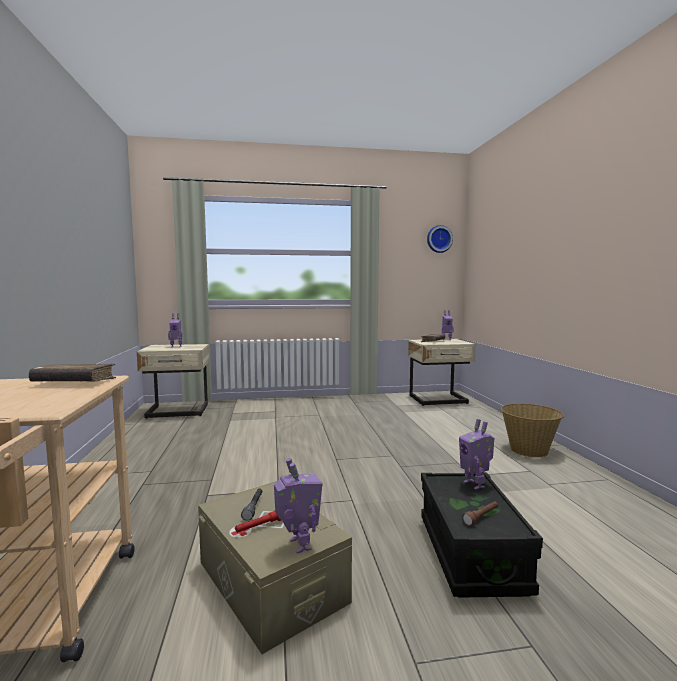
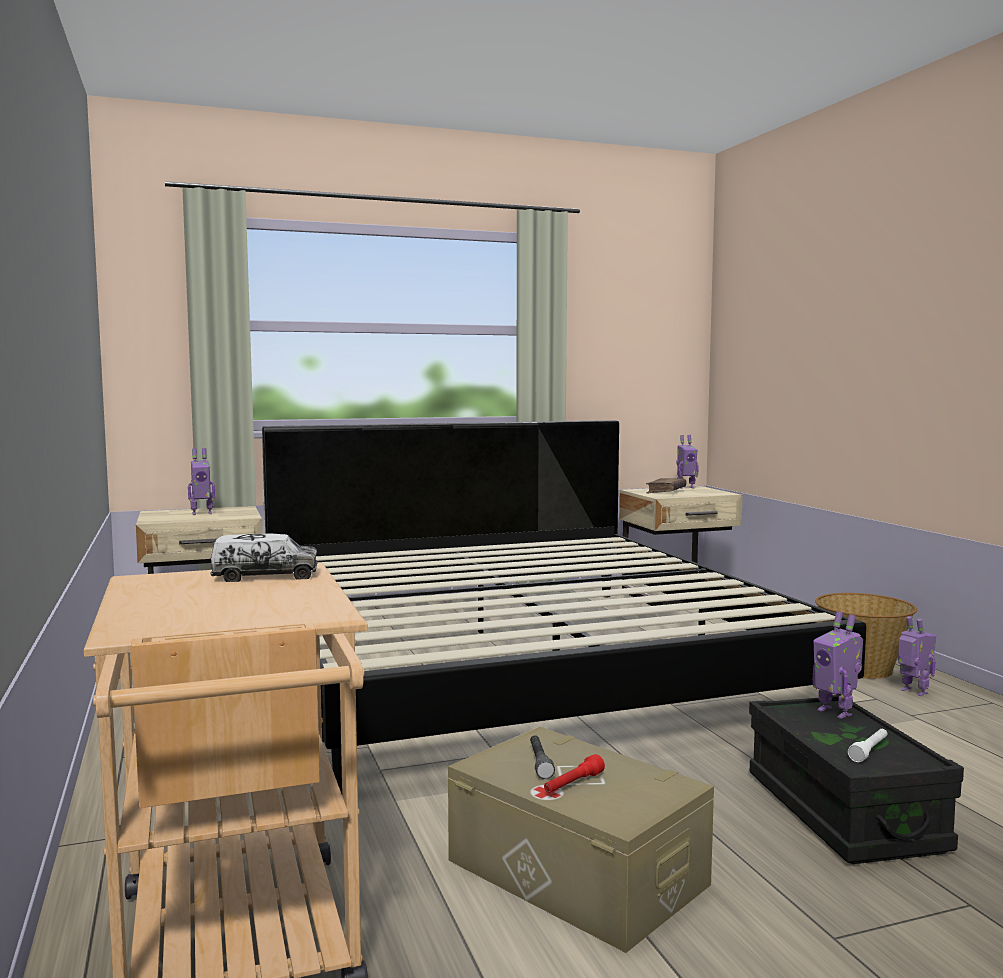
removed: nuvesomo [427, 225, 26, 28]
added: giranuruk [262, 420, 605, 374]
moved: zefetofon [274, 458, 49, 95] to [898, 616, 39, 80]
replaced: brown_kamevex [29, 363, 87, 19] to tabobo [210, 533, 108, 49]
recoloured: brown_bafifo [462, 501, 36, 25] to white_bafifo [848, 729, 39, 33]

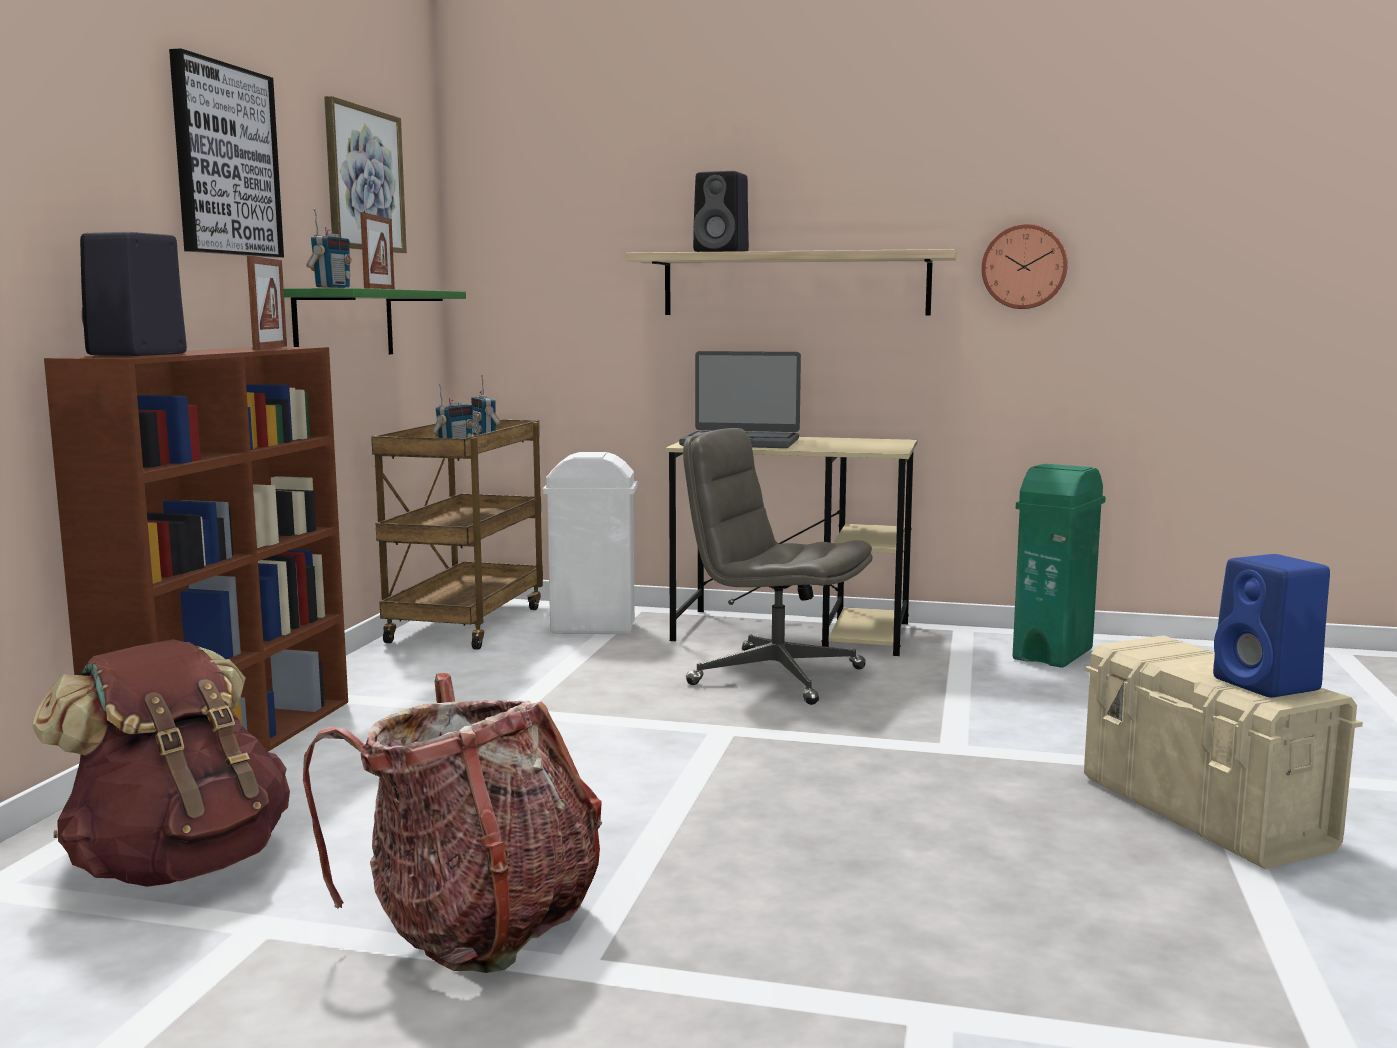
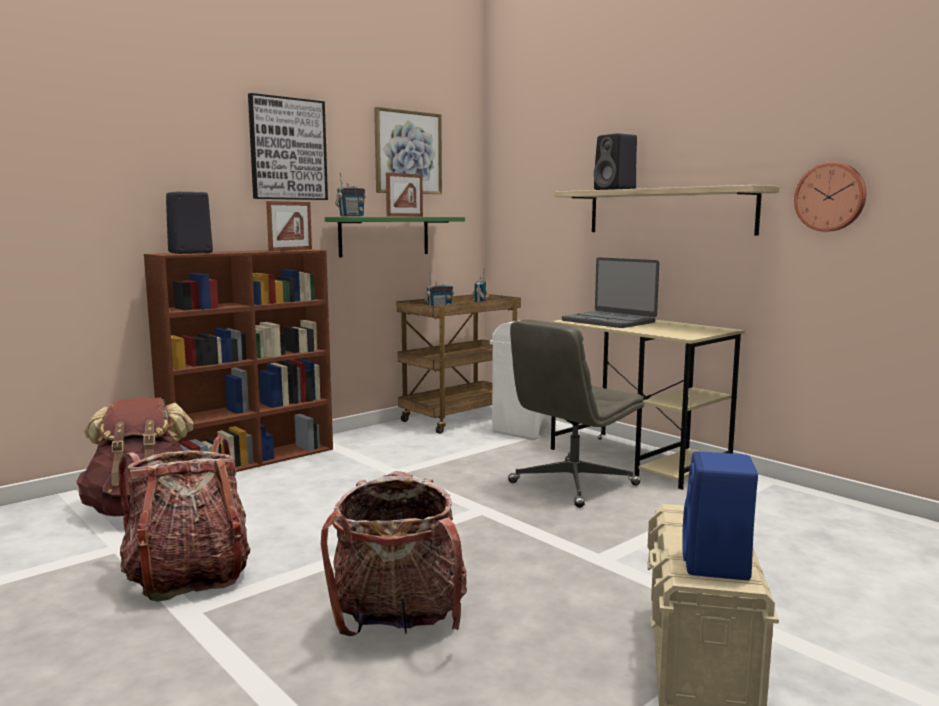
removed: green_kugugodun [1013, 464, 93, 204]
added: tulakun [321, 471, 146, 165]
turned: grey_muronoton [683, 428, 190, 277] = [508, 319, 136, 189] 105 degrees counterclockwise

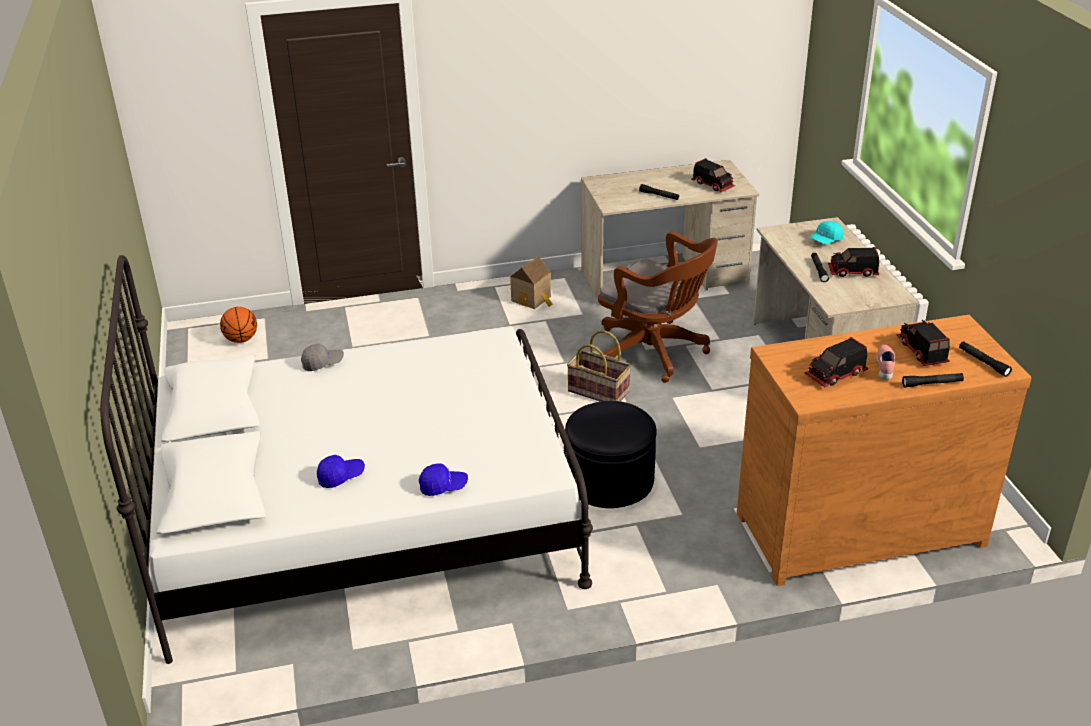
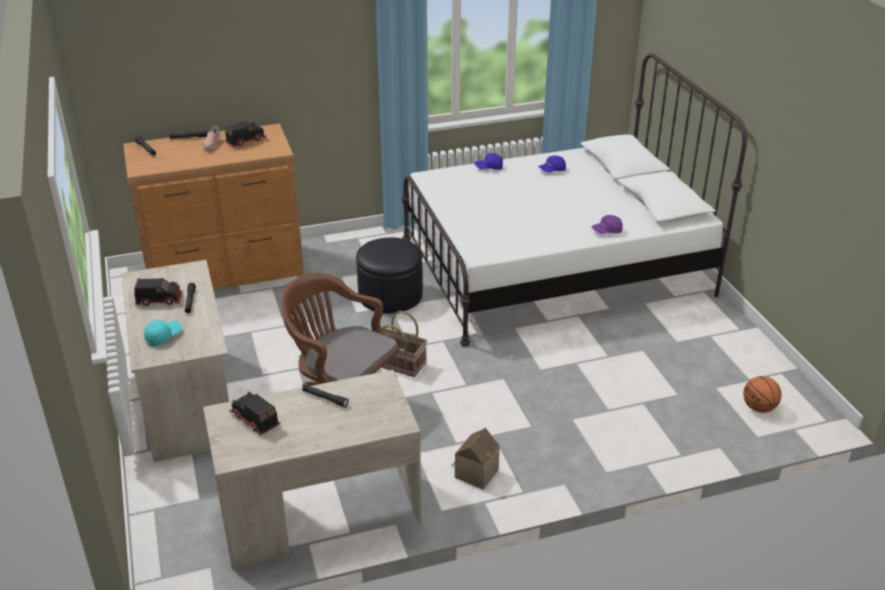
removed: tabobo [896, 320, 54, 46]
recoloured: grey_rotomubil [301, 343, 43, 28] to purple_rotomubil [591, 215, 32, 19]

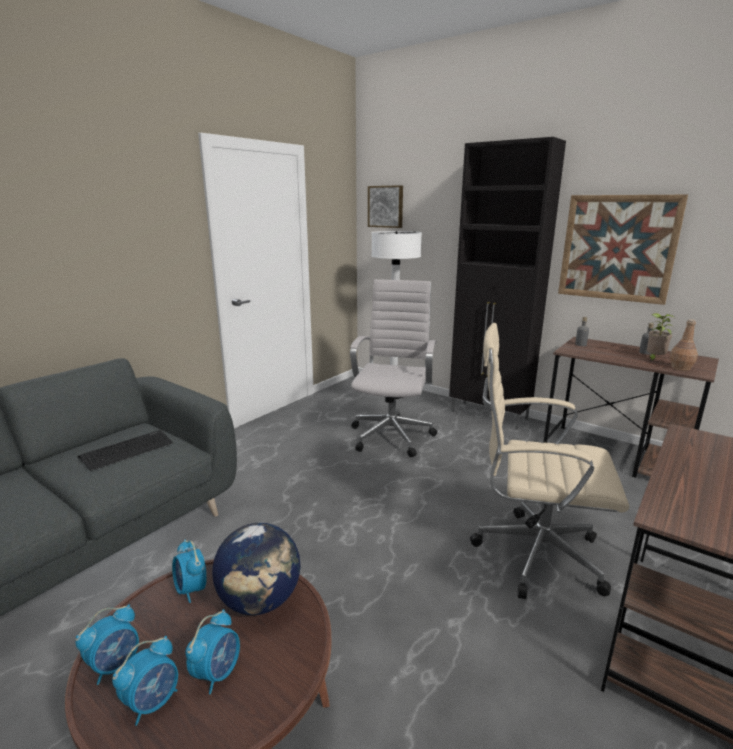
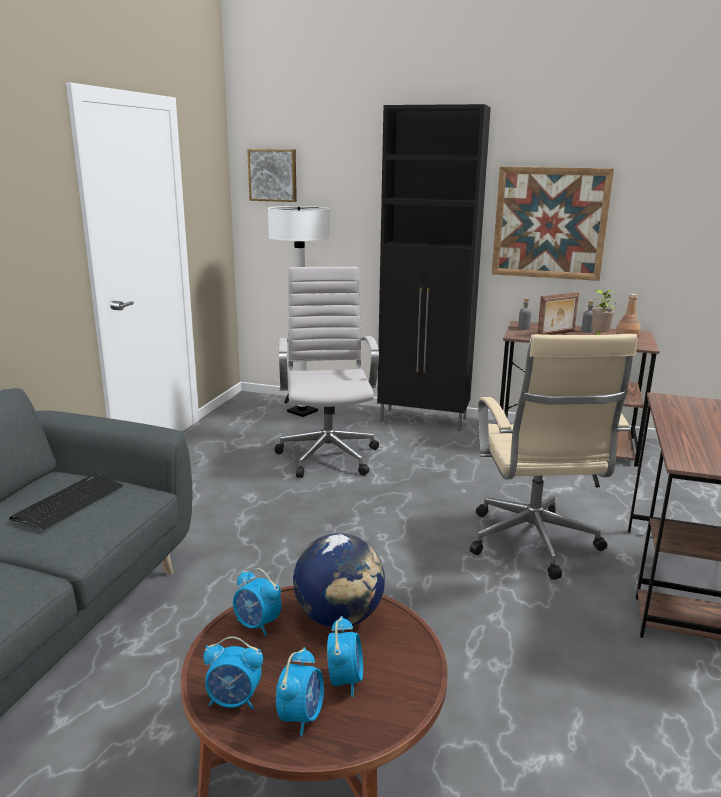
added: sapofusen [537, 292, 42, 43]
turned: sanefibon [76, 604, 63, 81] = [203, 636, 60, 74] 75 degrees clockwise; beige_muronoton [470, 323, 159, 276] = [470, 334, 167, 246] 90 degrees counterclockwise

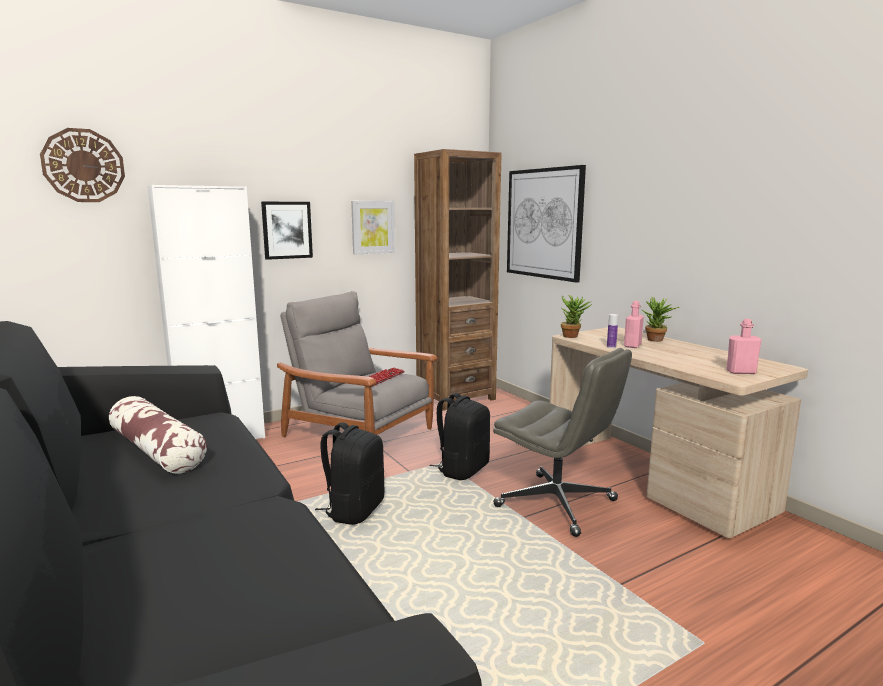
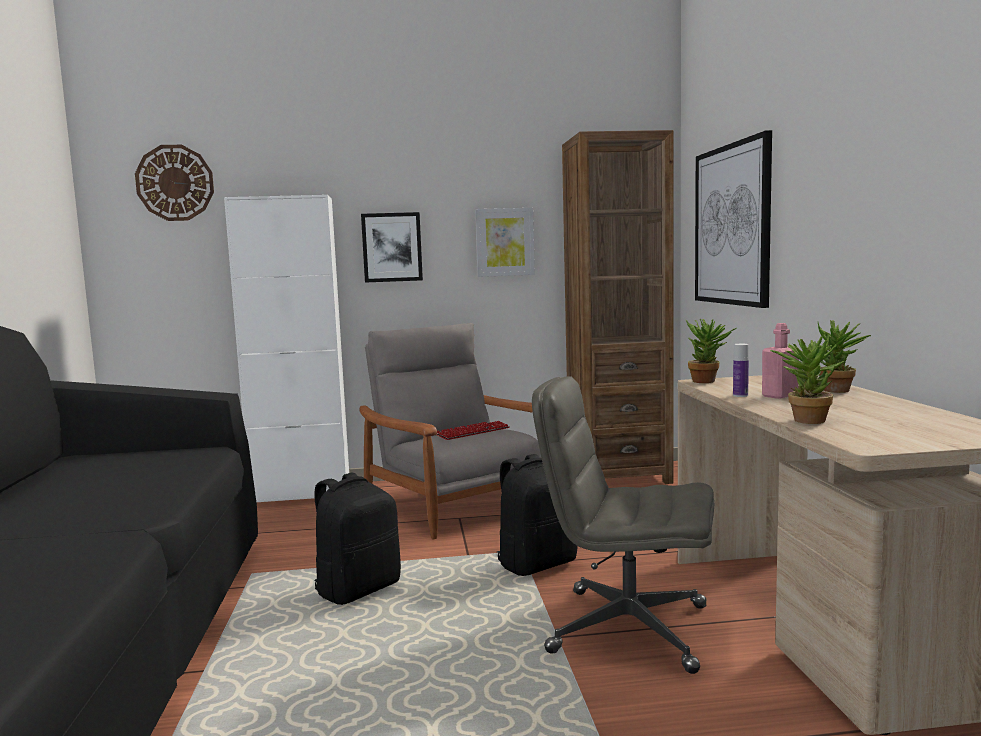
removed: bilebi [109, 396, 98, 78]; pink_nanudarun [726, 319, 36, 55]
added: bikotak [770, 333, 74, 91]
turned: grey_muronoton [493, 348, 139, 189] = [532, 376, 182, 298] 135 degrees clockwise

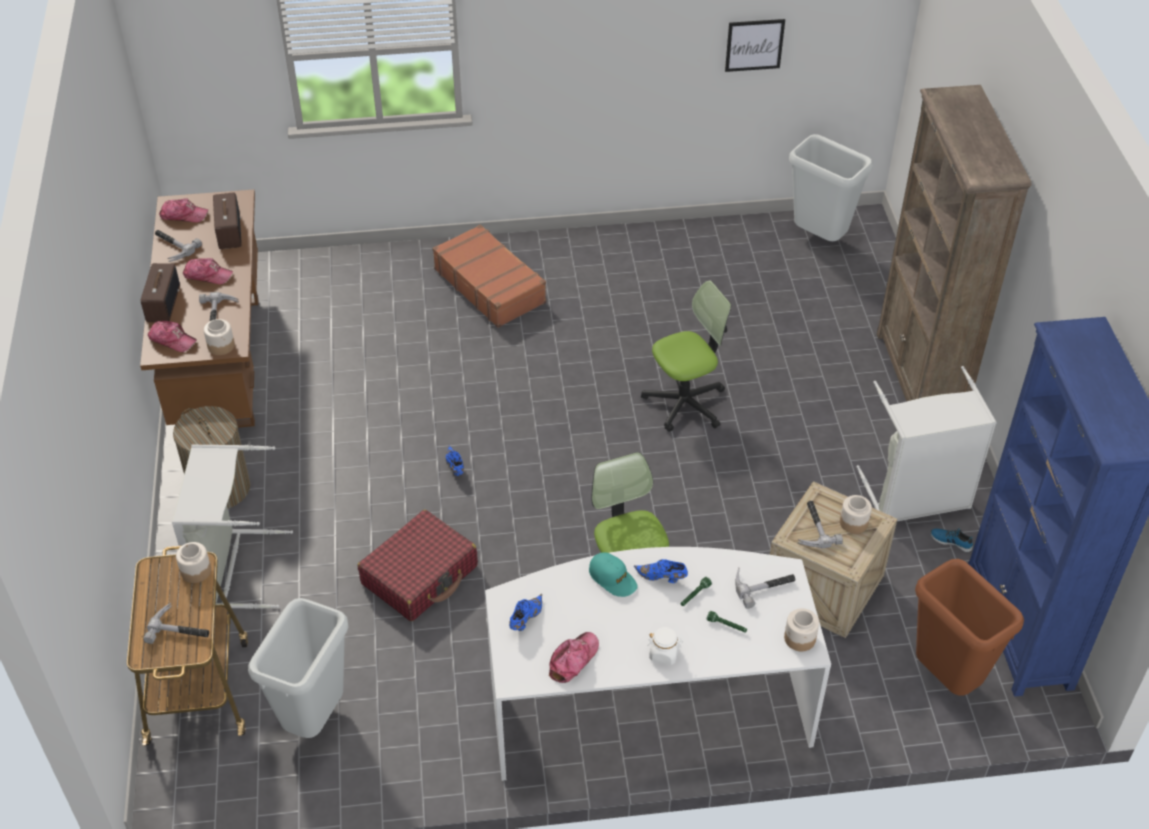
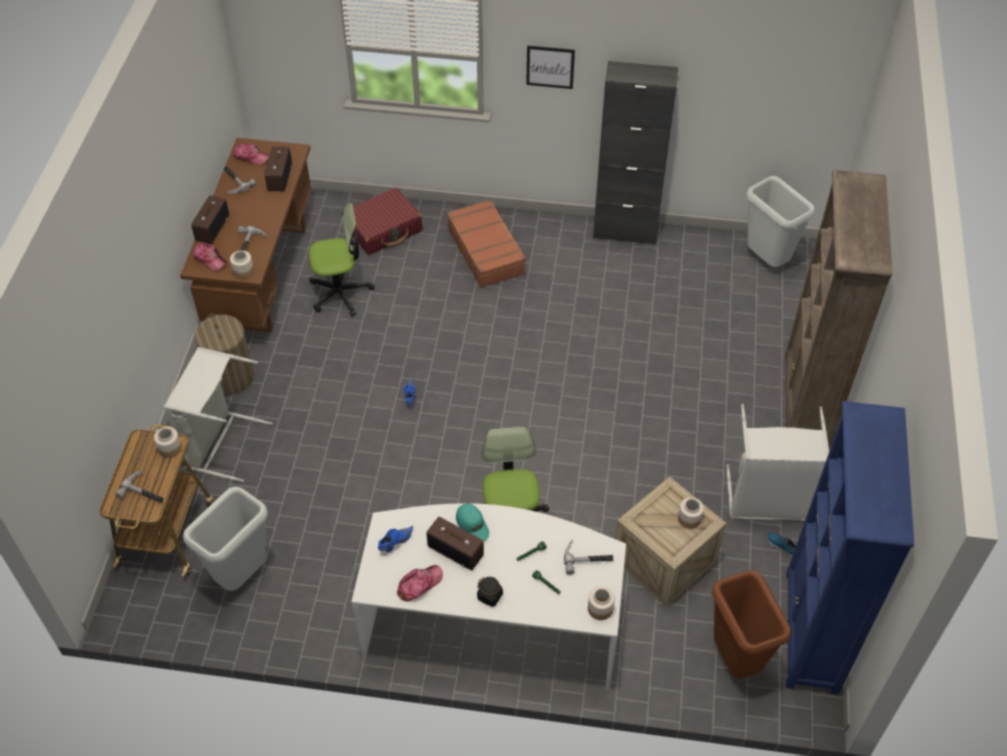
removed: rotomubil [183, 258, 50, 26]; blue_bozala [634, 559, 54, 24]; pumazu [798, 501, 45, 47]
added: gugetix [427, 517, 57, 53]; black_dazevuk [593, 61, 85, 184]
moved: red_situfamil [358, 510, 120, 111] to [342, 188, 80, 67]; muronoton [641, 280, 90, 152] to [309, 203, 66, 114]; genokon [725, 19, 60, 53] to [526, 46, 49, 43]
recoloured: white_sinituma [647, 627, 36, 38] to black_sinituma [477, 577, 26, 30]

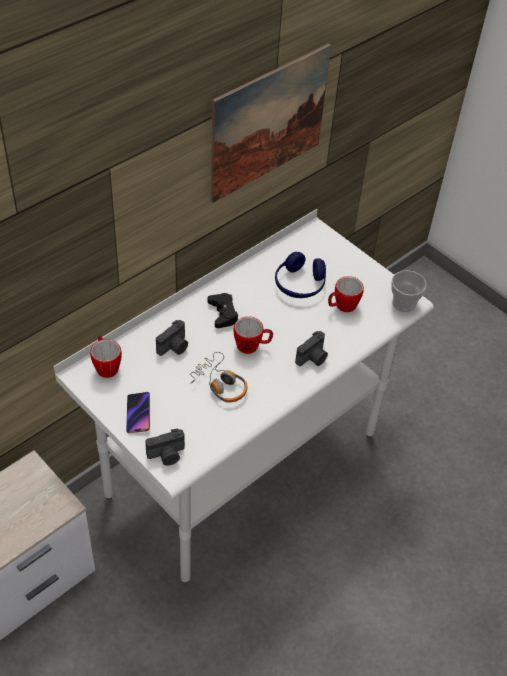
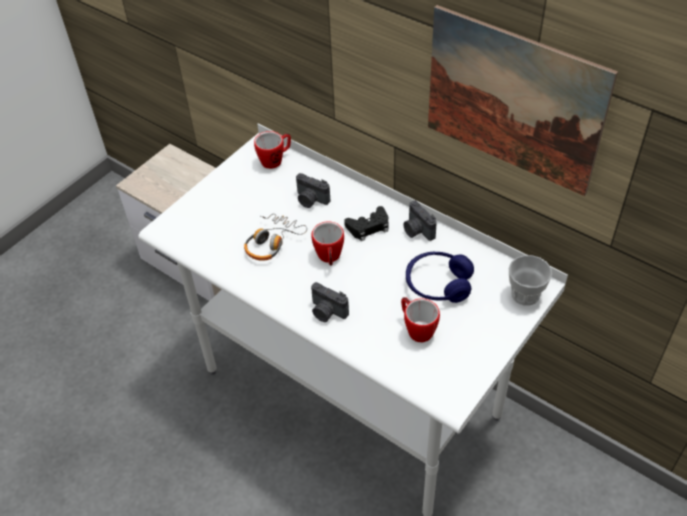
removed: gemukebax [126, 392, 24, 41]
moved: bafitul [145, 428, 40, 37] to [403, 200, 34, 41]; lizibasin [391, 270, 36, 42] to [509, 255, 43, 51]

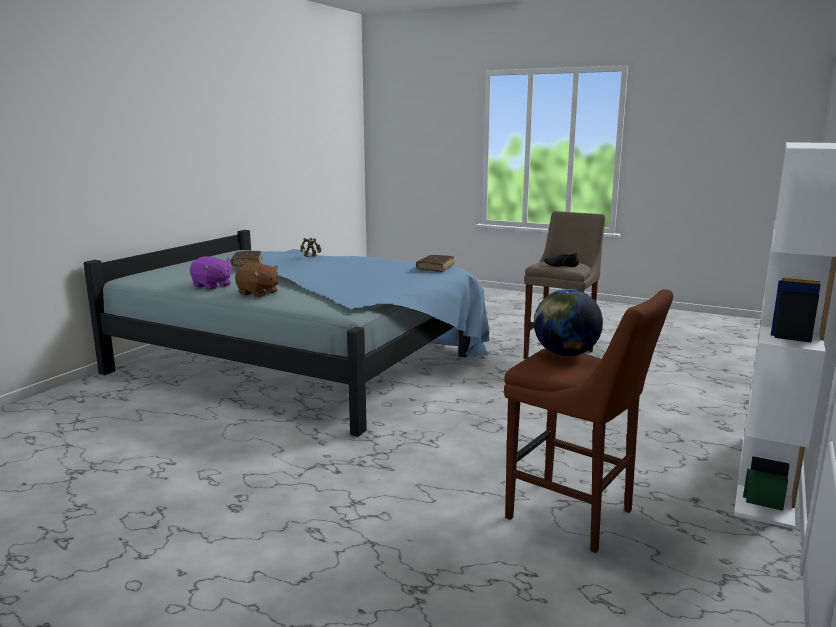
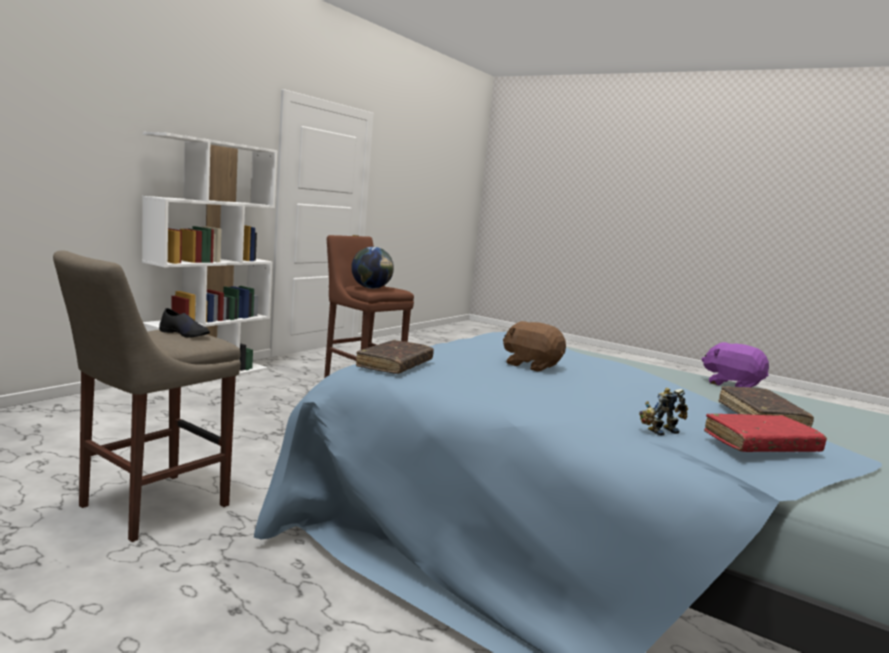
added: red_kamevex [704, 414, 123, 38]
moved: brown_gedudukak [235, 263, 44, 34] to [503, 321, 63, 51]

